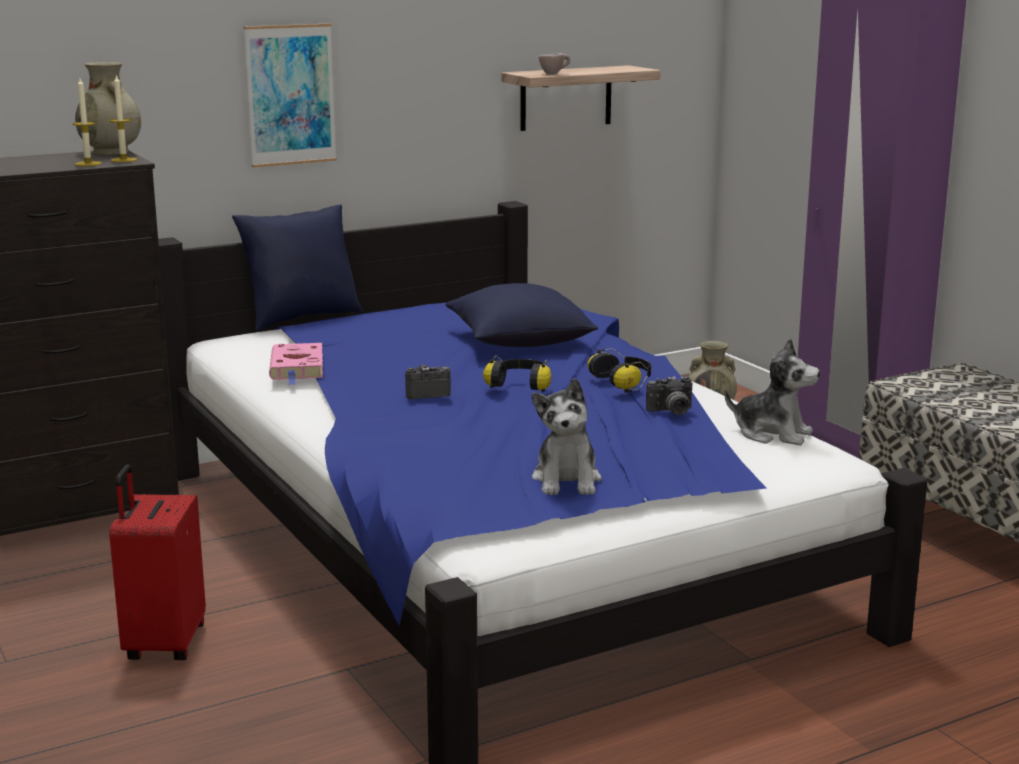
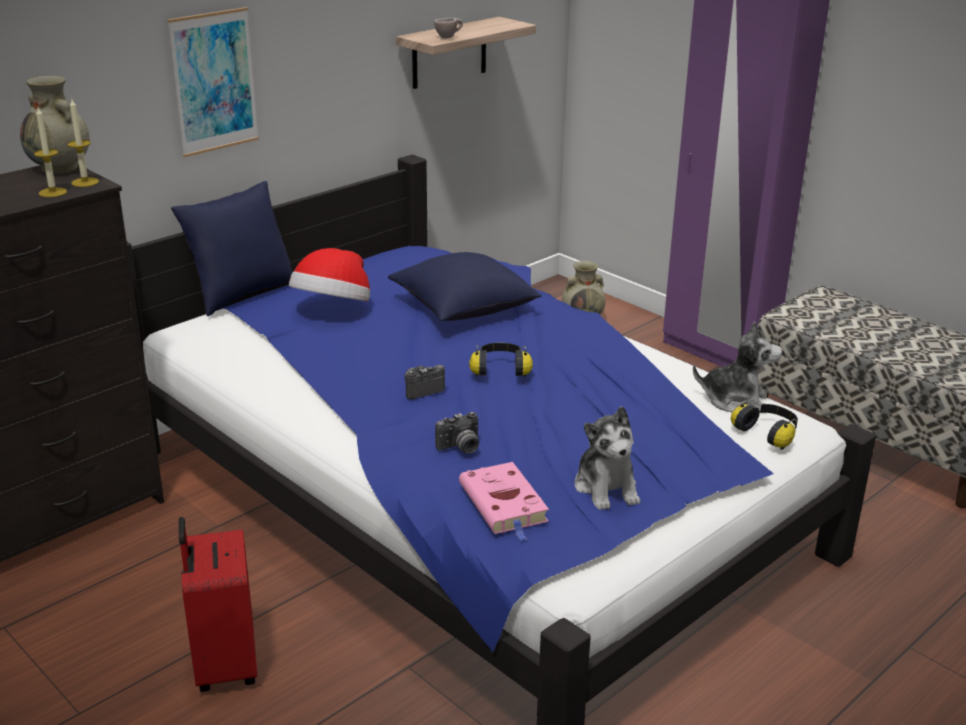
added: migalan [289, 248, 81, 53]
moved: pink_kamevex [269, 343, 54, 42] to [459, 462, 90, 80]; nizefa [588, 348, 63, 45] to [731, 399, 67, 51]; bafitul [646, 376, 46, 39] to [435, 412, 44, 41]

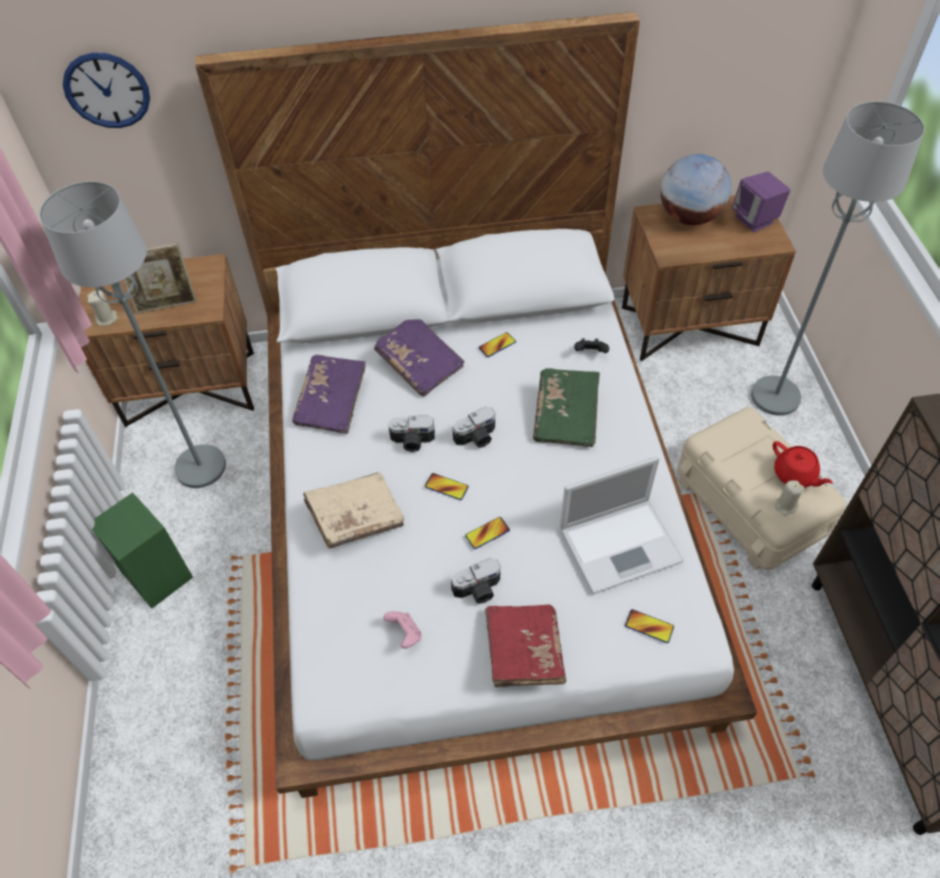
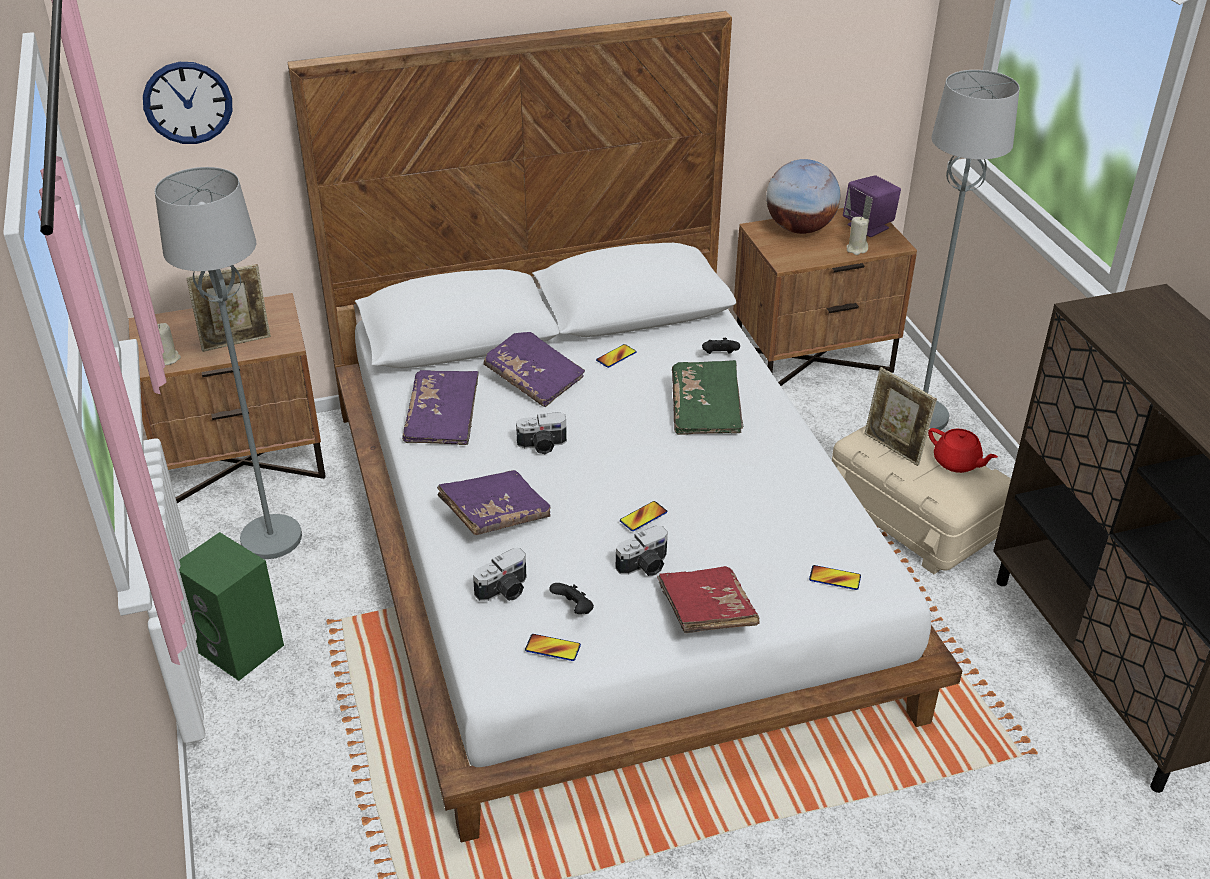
removed: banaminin [560, 456, 124, 138]
added: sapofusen [864, 367, 73, 99]
moved: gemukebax [425, 473, 44, 27] to [525, 634, 56, 27]; bafitul [452, 407, 43, 41] to [473, 548, 53, 53]; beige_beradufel [775, 480, 29, 36] to [846, 217, 23, 38]
recoloured: beige_kamevex [303, 472, 101, 76] to purple_kamevex [437, 470, 114, 65]; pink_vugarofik [383, 611, 39, 38] to black_vugarofik [549, 583, 45, 31]

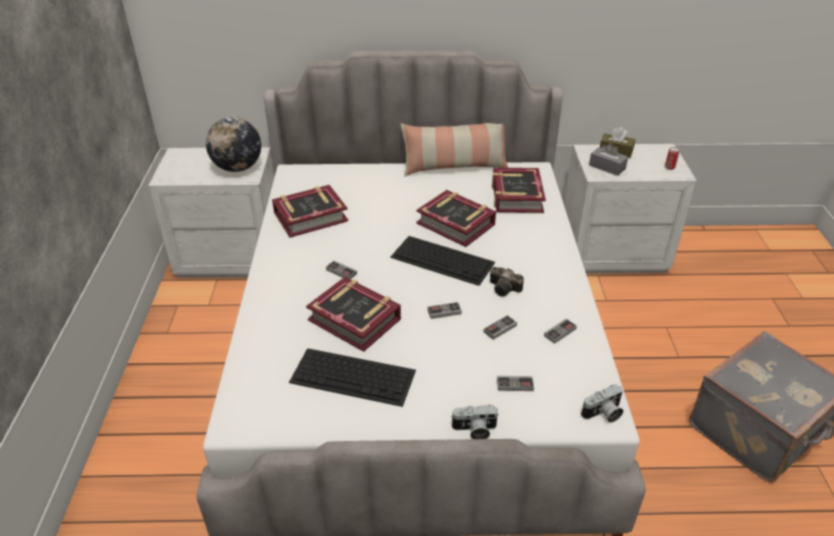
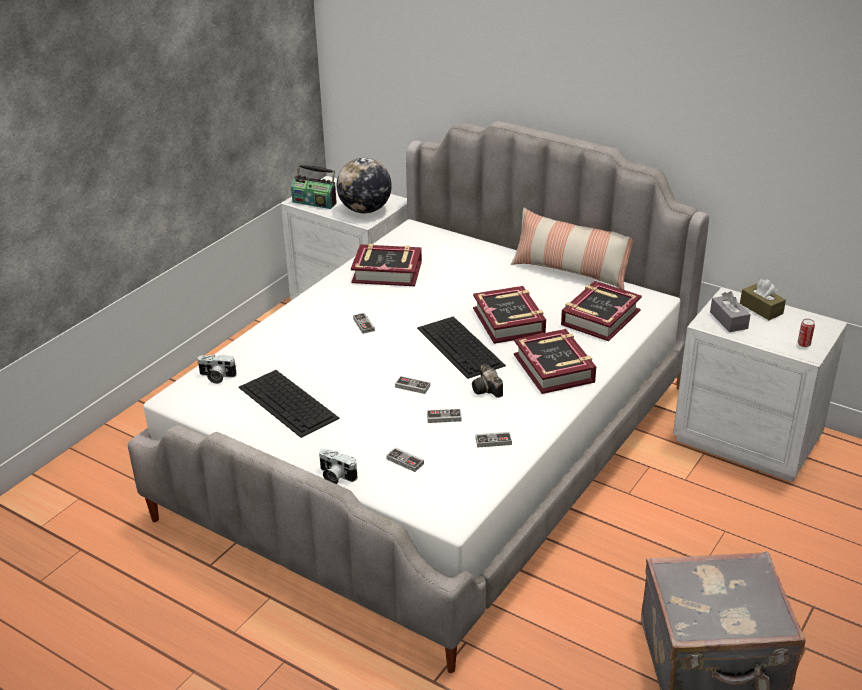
added: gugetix [291, 165, 46, 44]
moved: kamevex [306, 277, 95, 75] to [514, 329, 82, 65]; bafitul [581, 384, 42, 39] to [197, 355, 40, 29]

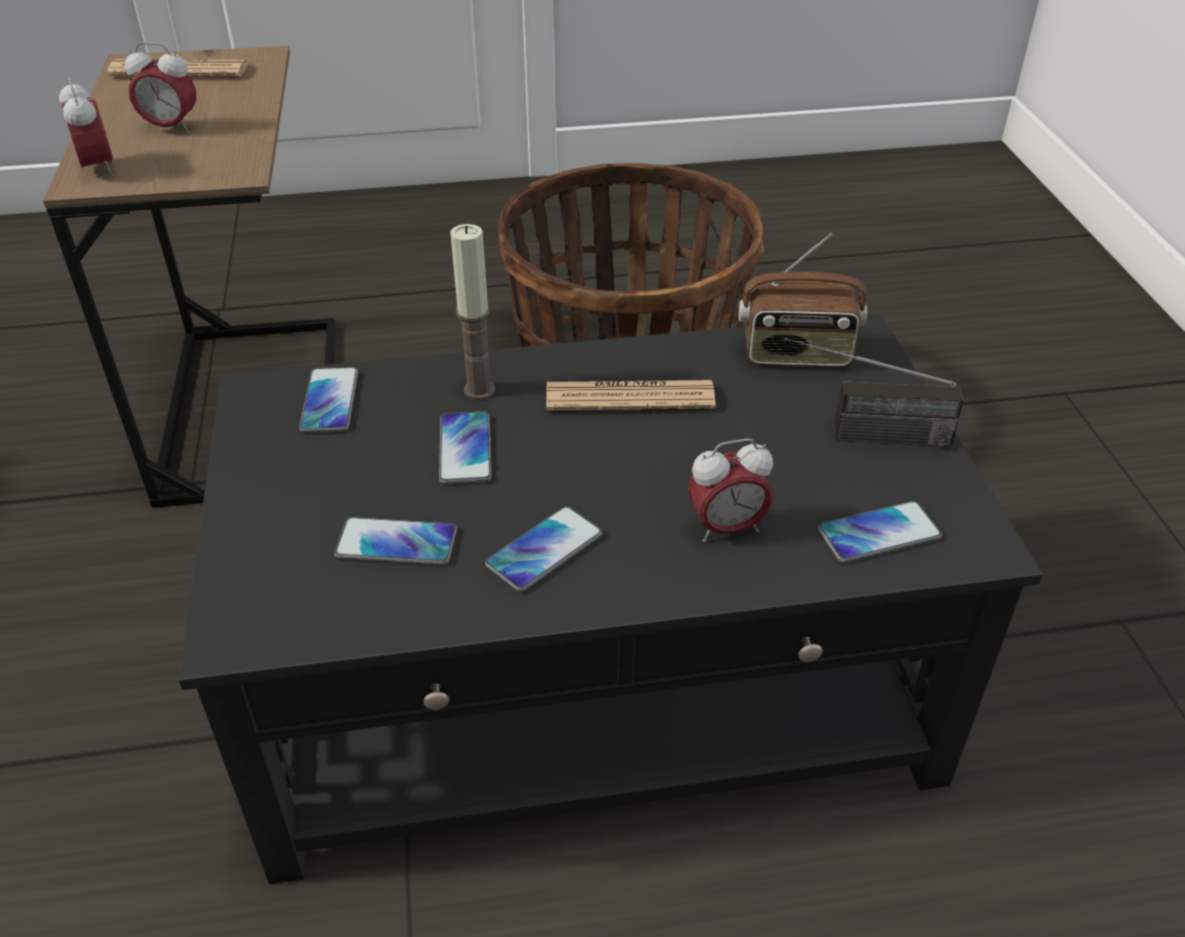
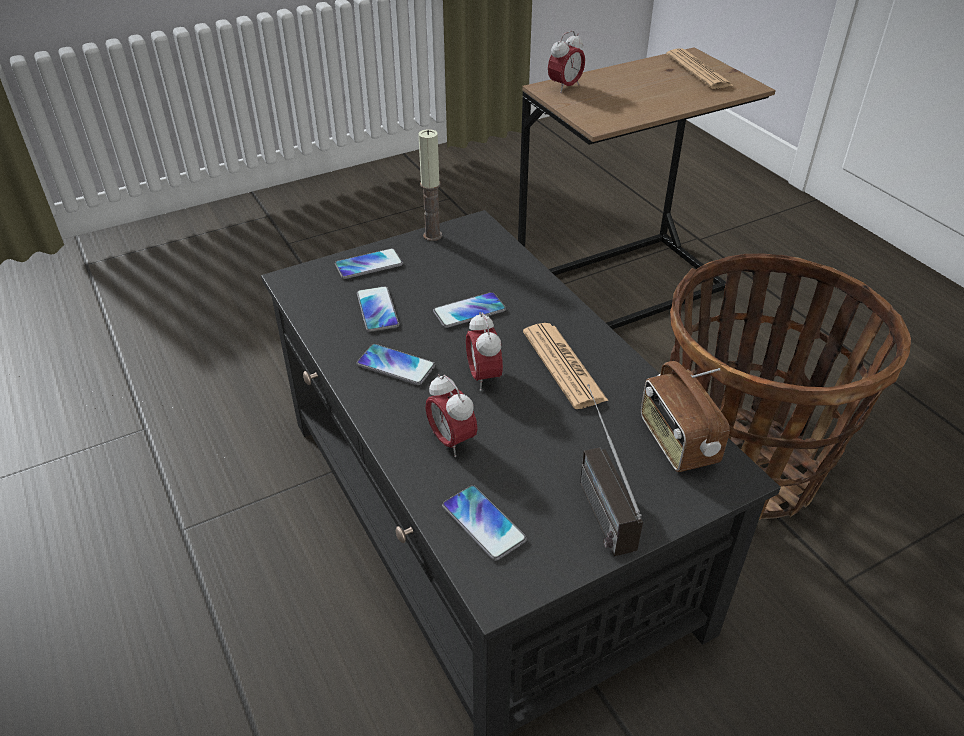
moved: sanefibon [125, 42, 71, 91] to [466, 312, 37, 79]; gemukebax [299, 367, 59, 66] to [335, 248, 68, 31]; beradufel [451, 224, 44, 176] to [418, 129, 24, 112]

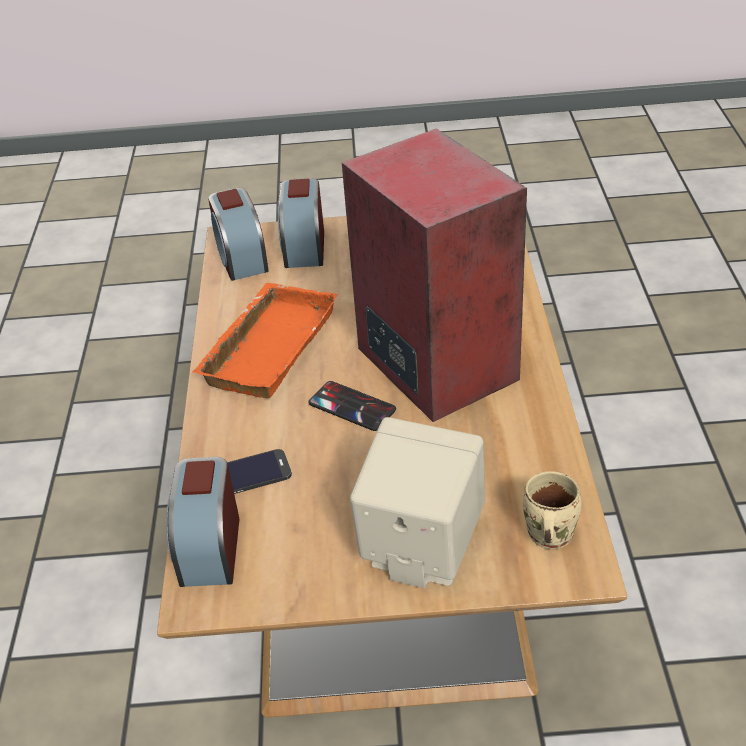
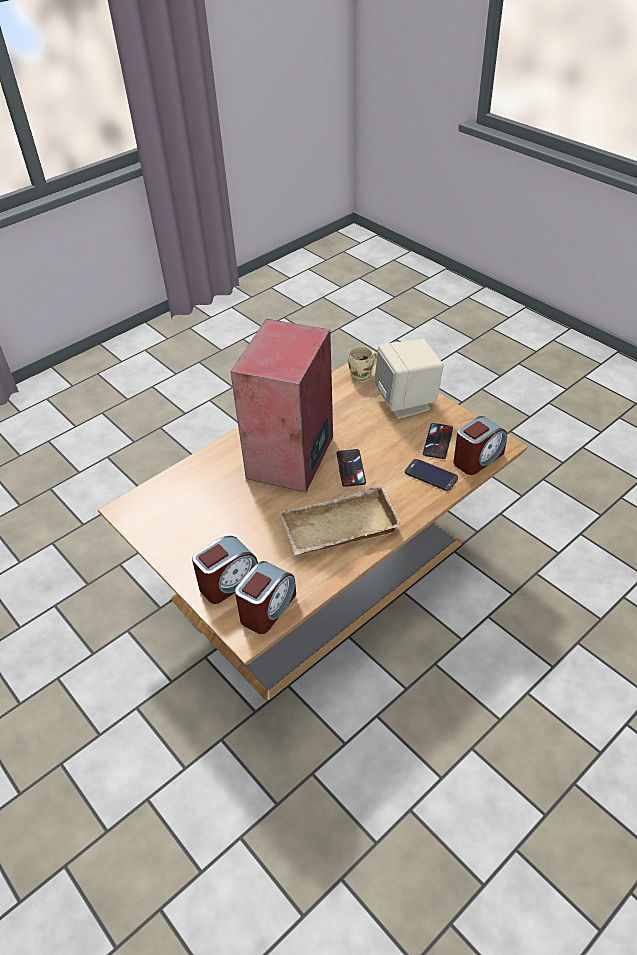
added: gemukebax [423, 423, 30, 36]
recoloured: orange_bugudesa [192, 282, 146, 116] to beige_bugudesa [279, 484, 124, 71]

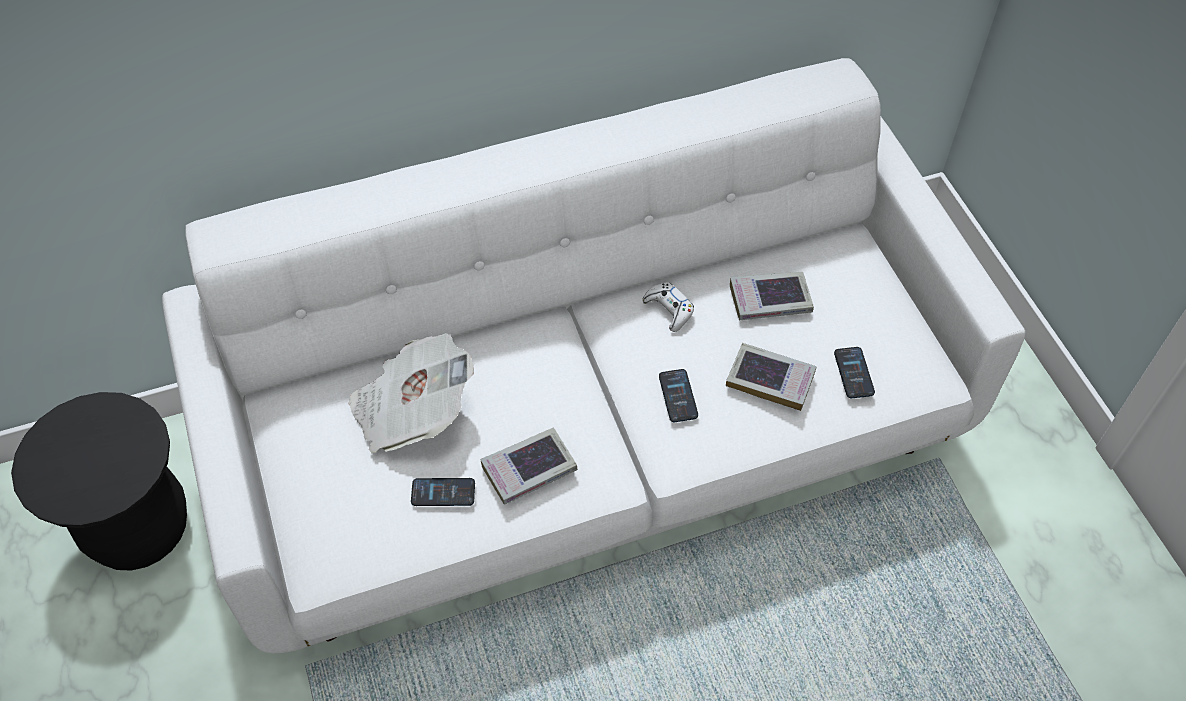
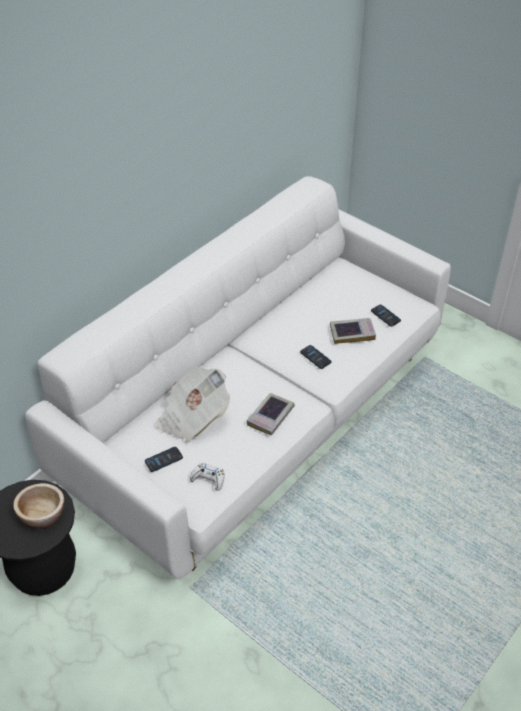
removed: kamevex [730, 272, 84, 48]
added: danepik [13, 483, 51, 46]
moved: gemukebax [411, 478, 64, 28] to [145, 447, 38, 25]; white_vugarofik [642, 282, 52, 50] to [190, 463, 35, 28]

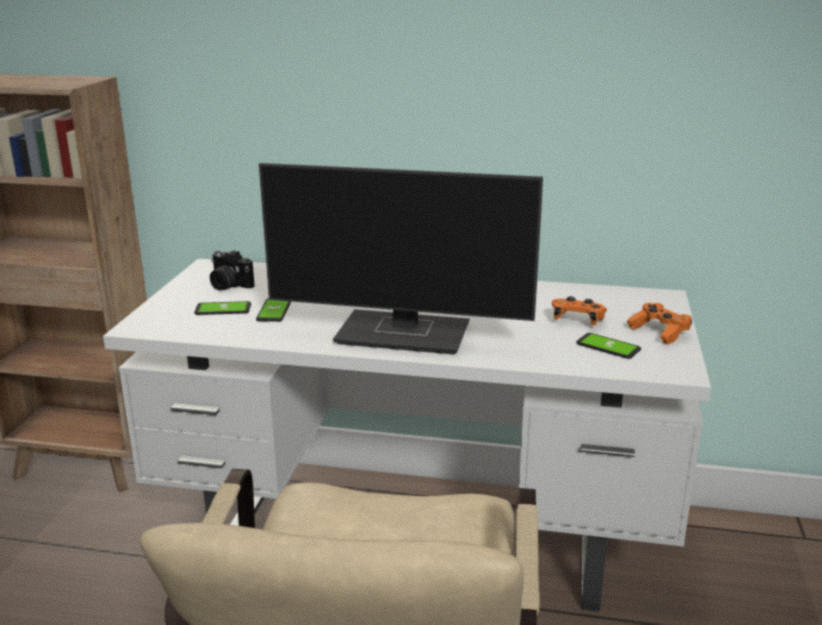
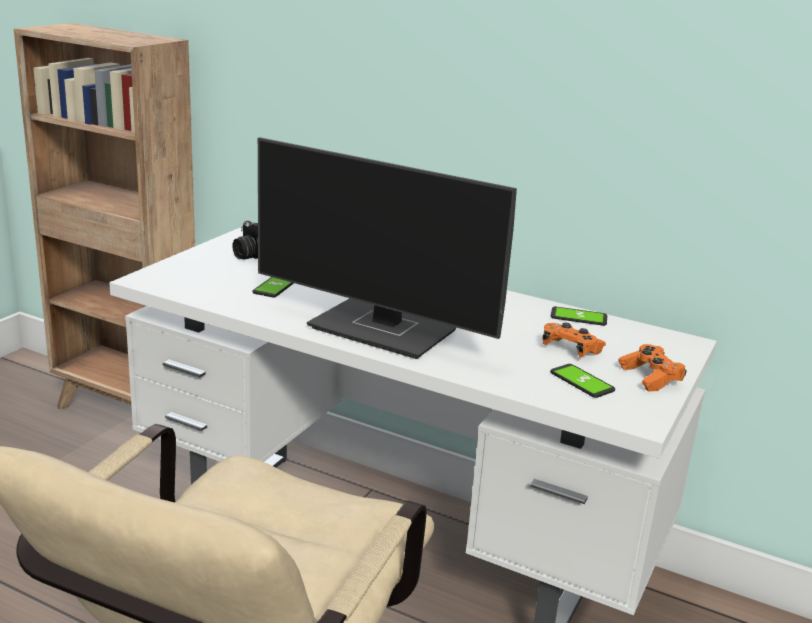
moved: gemukebax [194, 301, 57, 14] to [551, 306, 56, 20]

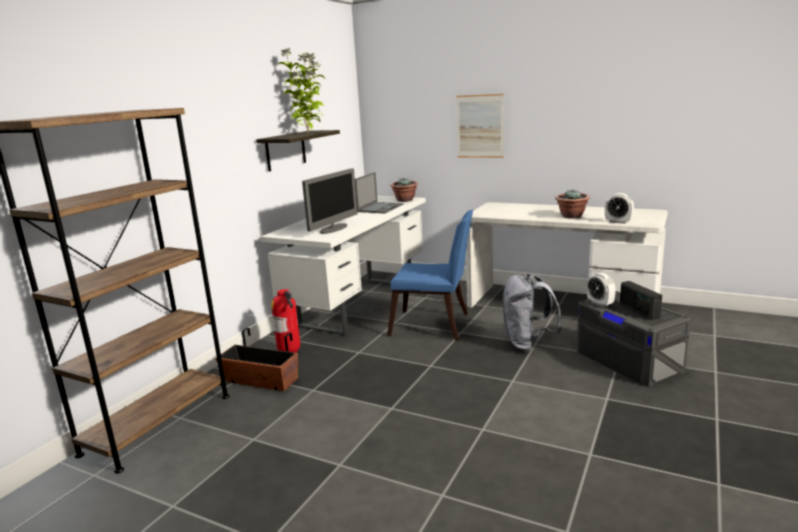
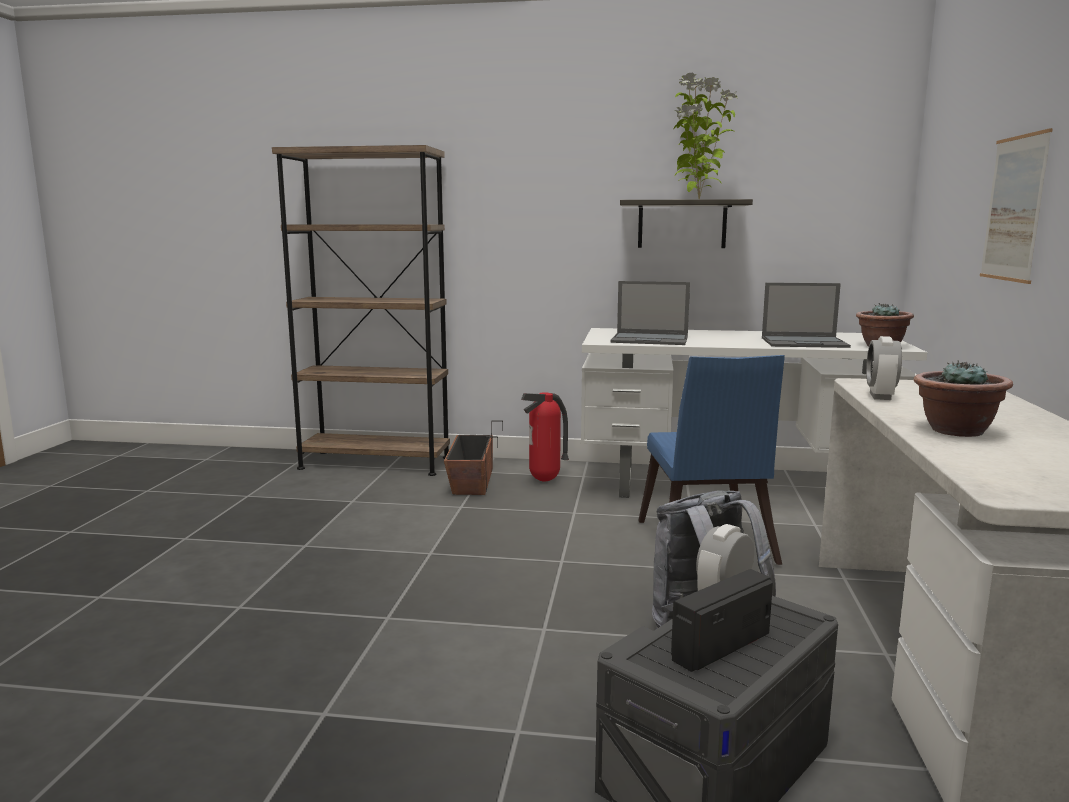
moved: sanefibon [605, 193, 29, 31] to [866, 336, 36, 64]
replaced: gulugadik [302, 168, 56, 66] to banaminin [610, 281, 80, 64]

